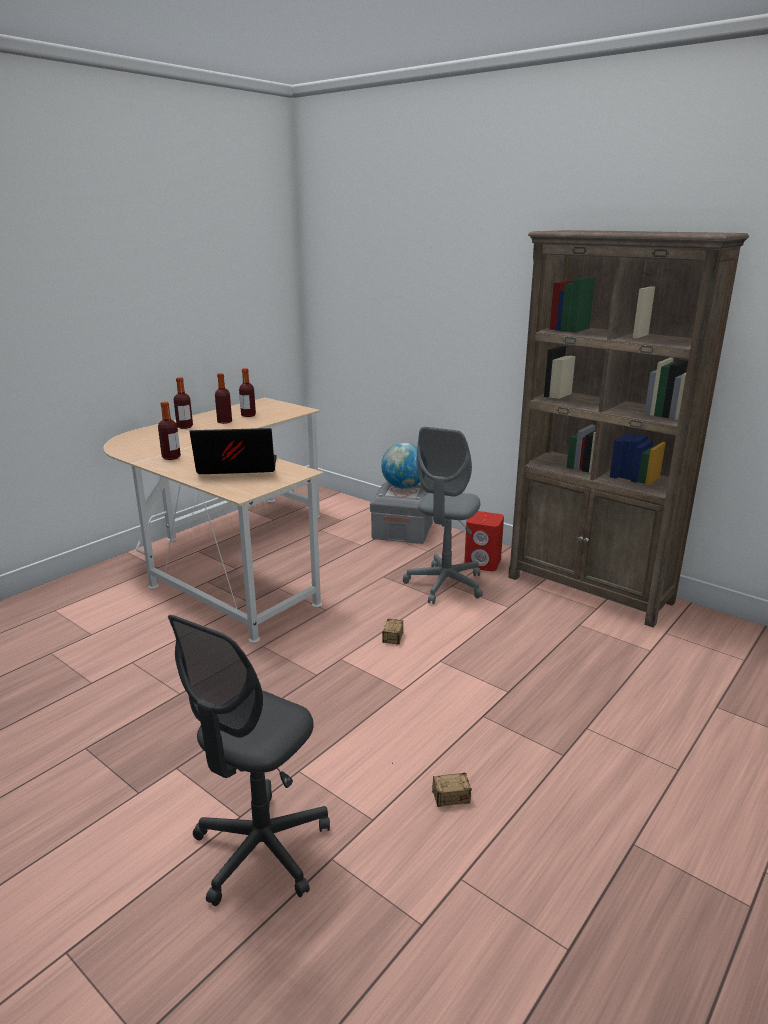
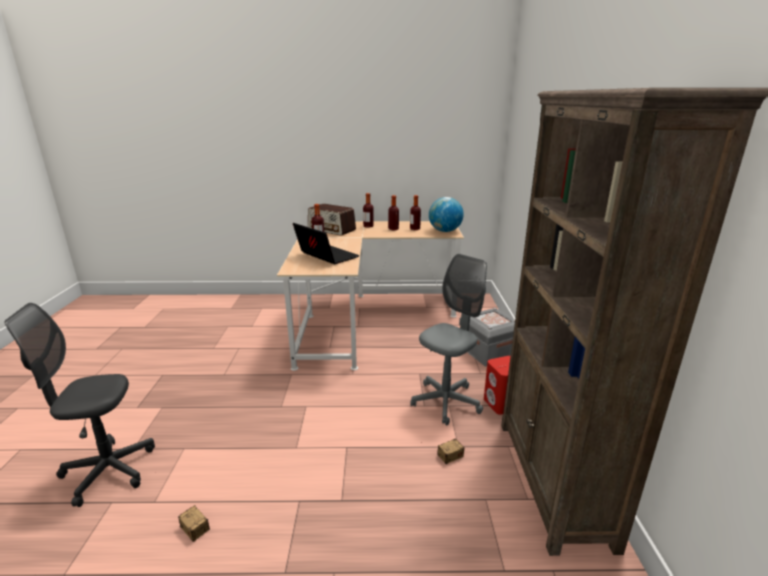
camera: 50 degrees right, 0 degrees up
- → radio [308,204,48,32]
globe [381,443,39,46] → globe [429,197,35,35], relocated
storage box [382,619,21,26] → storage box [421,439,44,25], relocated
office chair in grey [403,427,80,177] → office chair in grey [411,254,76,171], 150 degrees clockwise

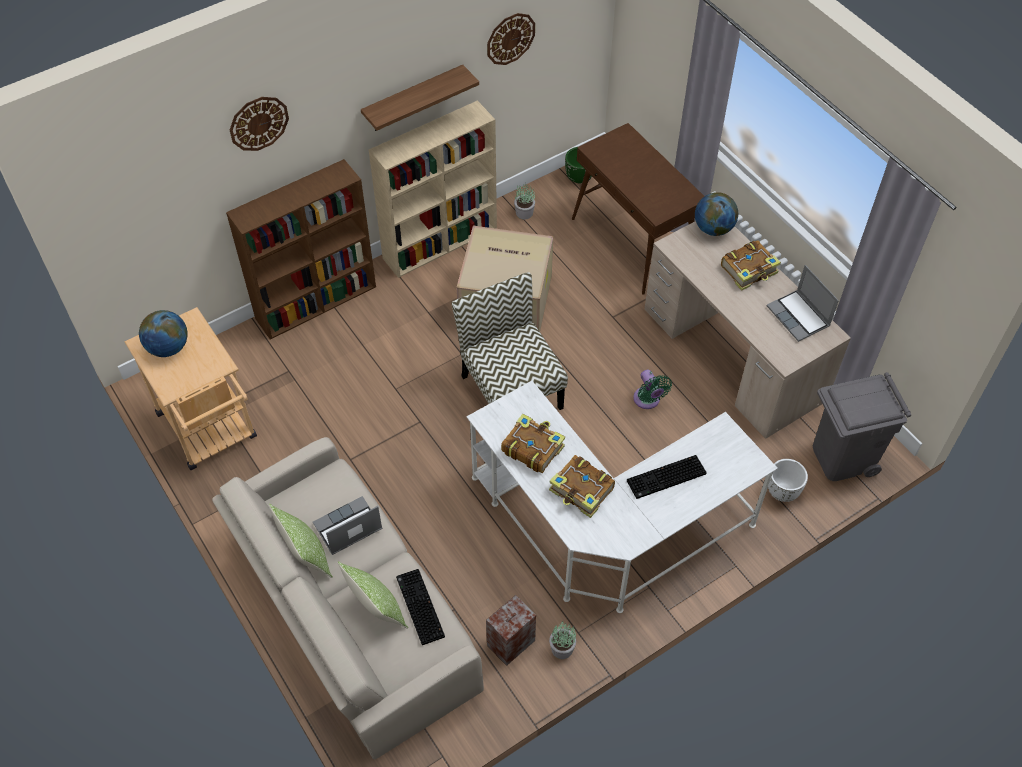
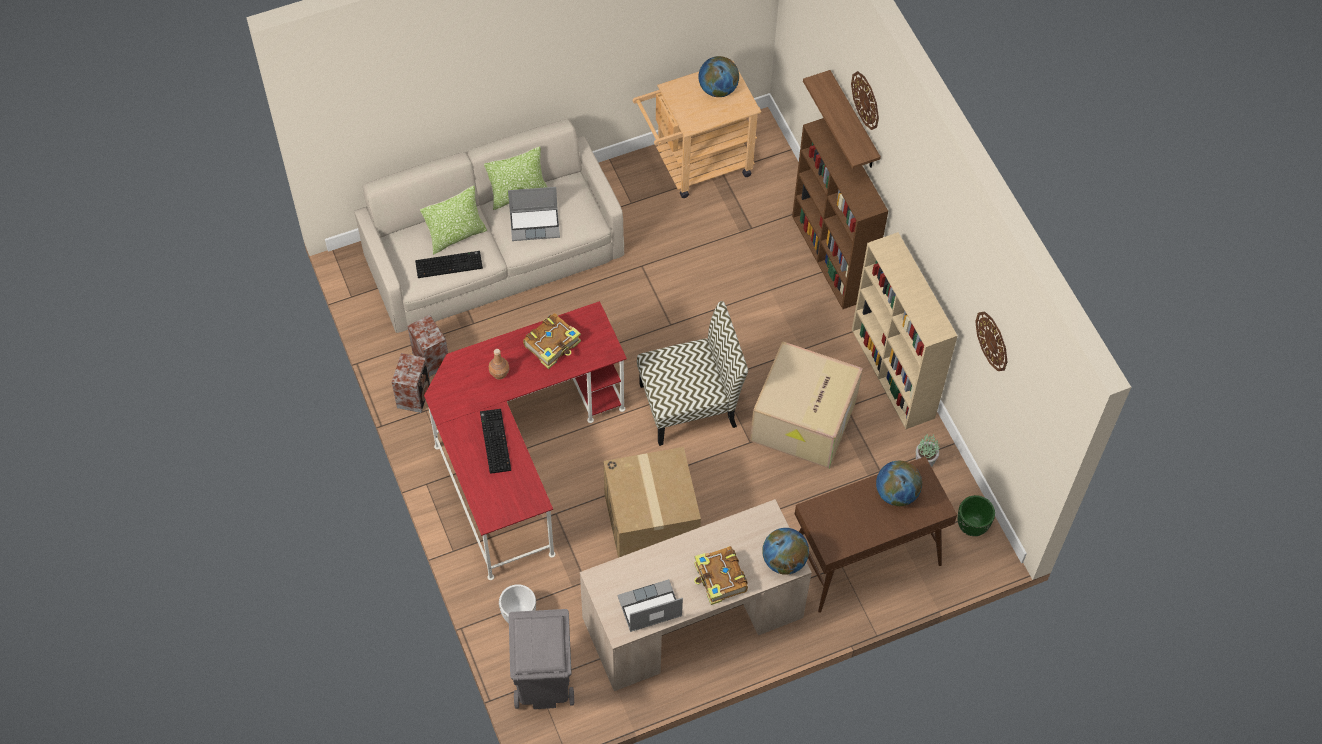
camera: 100 degrees right, 5 degrees up
- → globe [876,461,46,45]
shelf [361,64,118,67] → shelf [803,70,78,99], relocated
book [549,455,66,63] → bottle in brown [489,349,20,30]
potted plant [549,622,27,37] → speaker [392,353,38,60]
fan in green [633,370,39,39] → cardboard box [604,447,97,111]
desk in white [467,381,311,232] → desk in red [424,301,203,279]
laptop [313,496,69,59] → laptop [508,187,52,54], 105 degrees clockwise

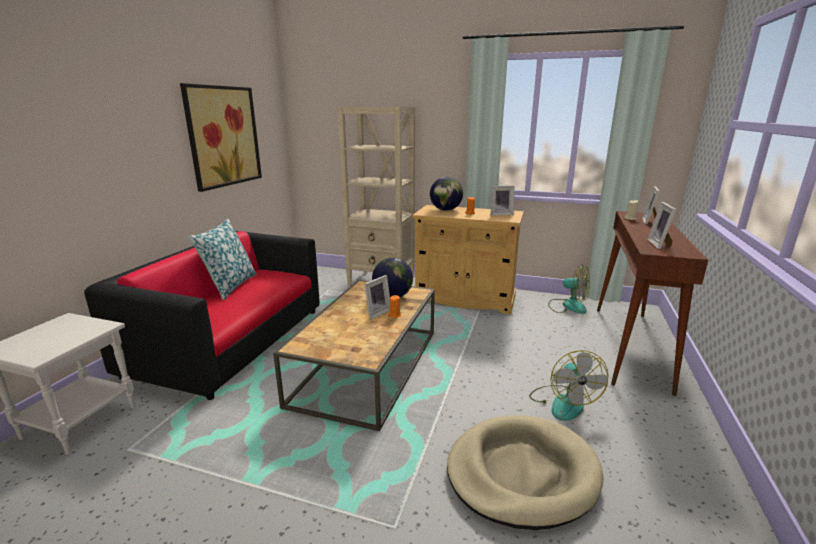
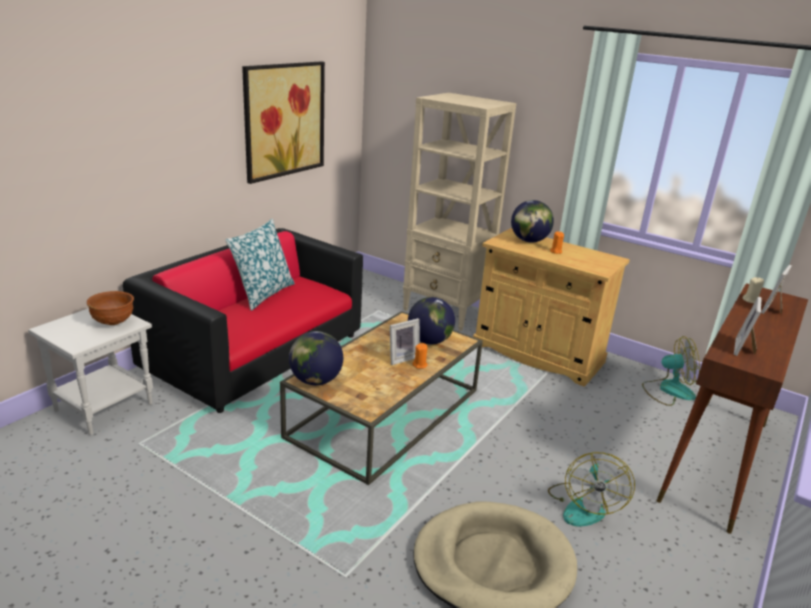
camera: 15 degrees right, 5 degrees up
picture frame [491,186,23,30] → -
- → bowl in brown [87,291,47,34]
- → globe [289,331,54,54]
fan [548,264,42,50] → fan [642,336,58,70], 45 degrees counterclockwise

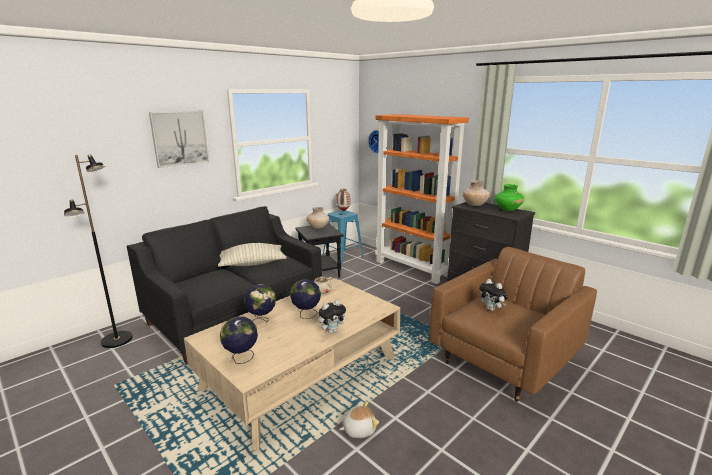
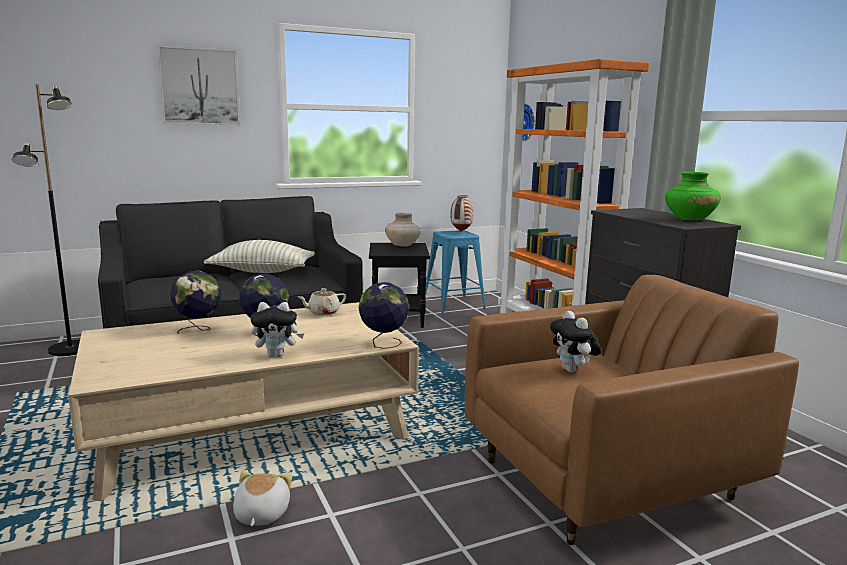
camera: 20 degrees right, 5 degrees down
vase in beige [462,180,28,26] → -
globe [220,316,38,48] → globe [359,282,50,67], relocated
plush toy [339,401,40,37] → plush toy [233,471,59,55], 90 degrees counterclockwise

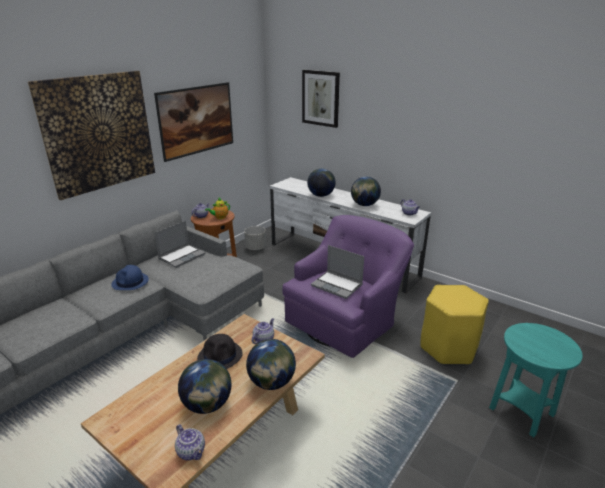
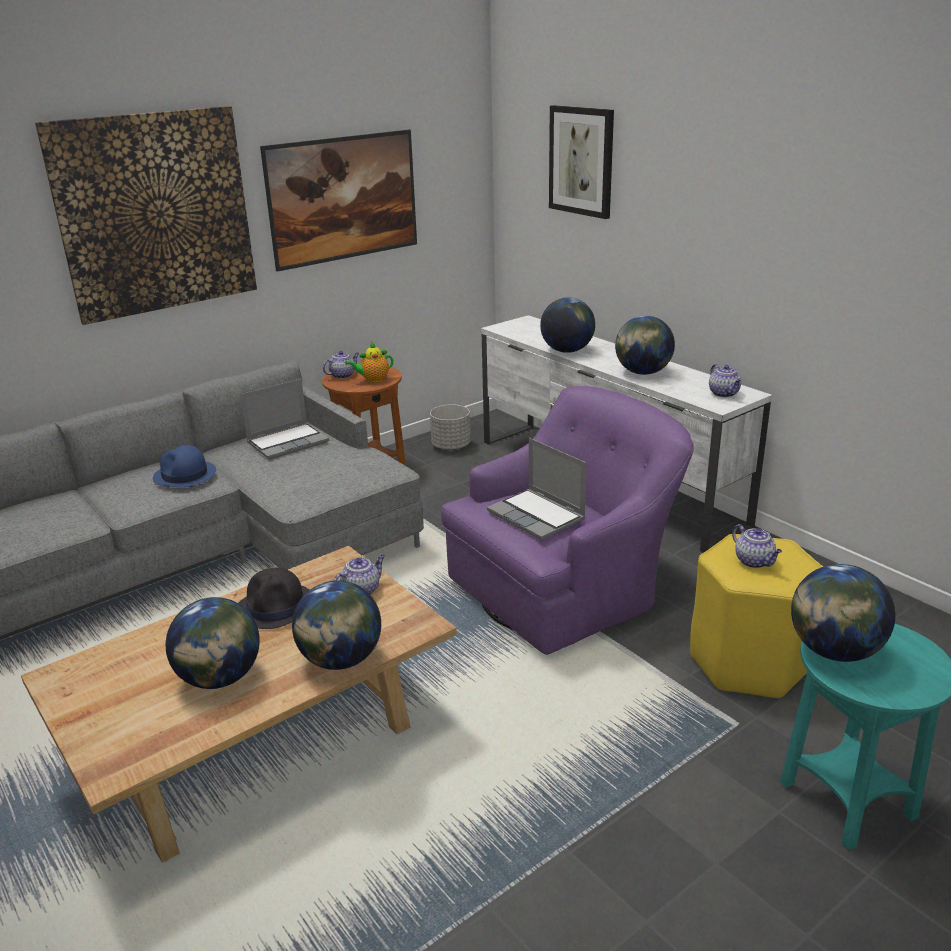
camera: 15 degrees right, 0 degrees up
- → globe [791,564,104,98]
teapot [175,424,30,36] → teapot [732,524,50,44], relocated

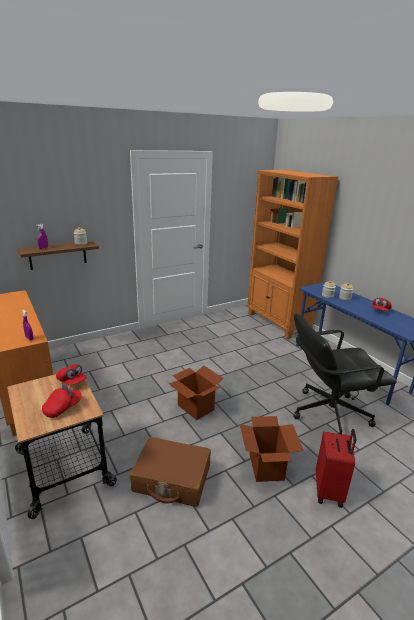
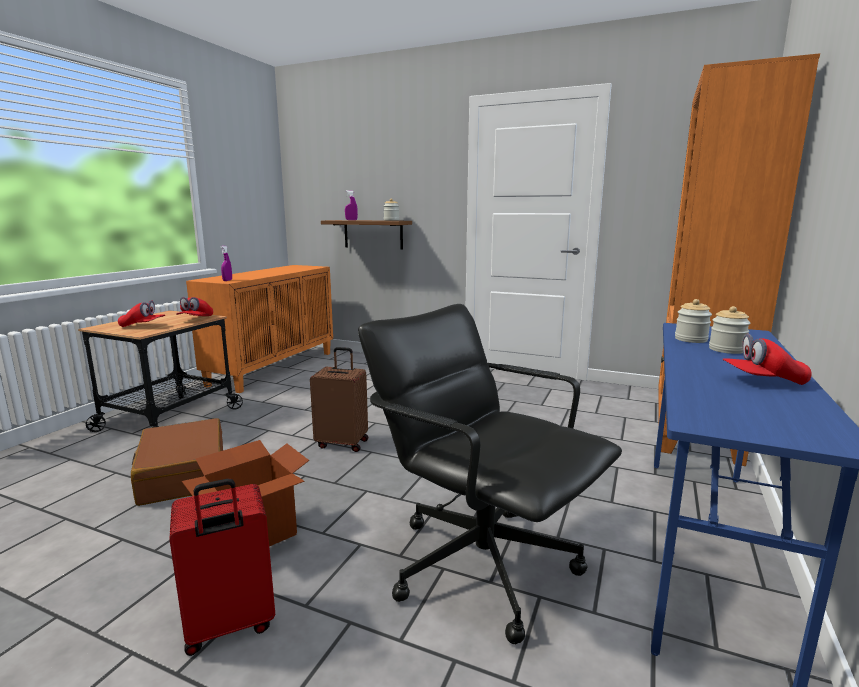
camera: 55 degrees right, 10 degrees down
cardboard box [169,366,55,54] → suitcase in brown [310,347,58,105]

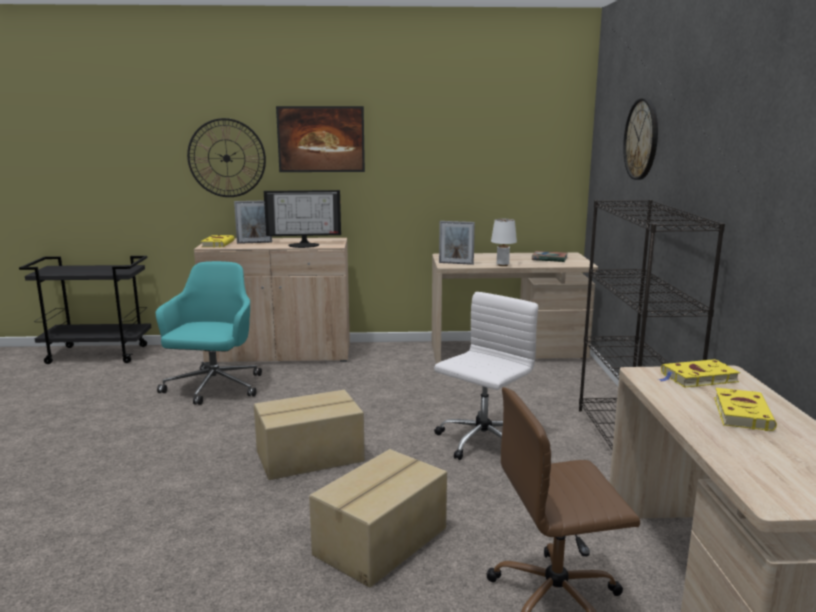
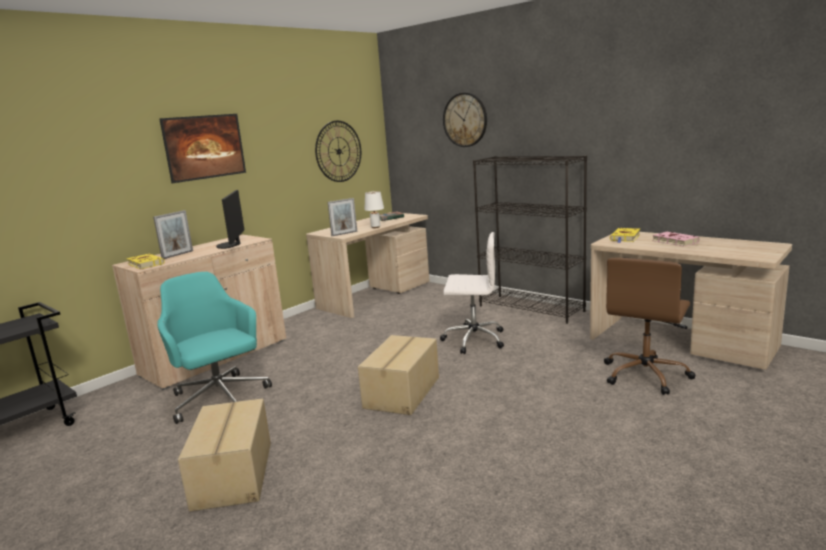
camera: 45 degrees left, 0 degrees up
wall clock [187,118,79,79] → wall clock [315,121,46,61], relocated
cardboard box [309,449,138,139] → cardboard box [178,398,93,113], relocated
book in yellow [714,388,63,43] → book in pink [652,232,48,15]
monitor [264,190,77,58] → monitor [216,190,28,59], 135 degrees clockwise
office chair in white [434,292,104,168] → office chair in white [440,232,64,122], 105 degrees clockwise

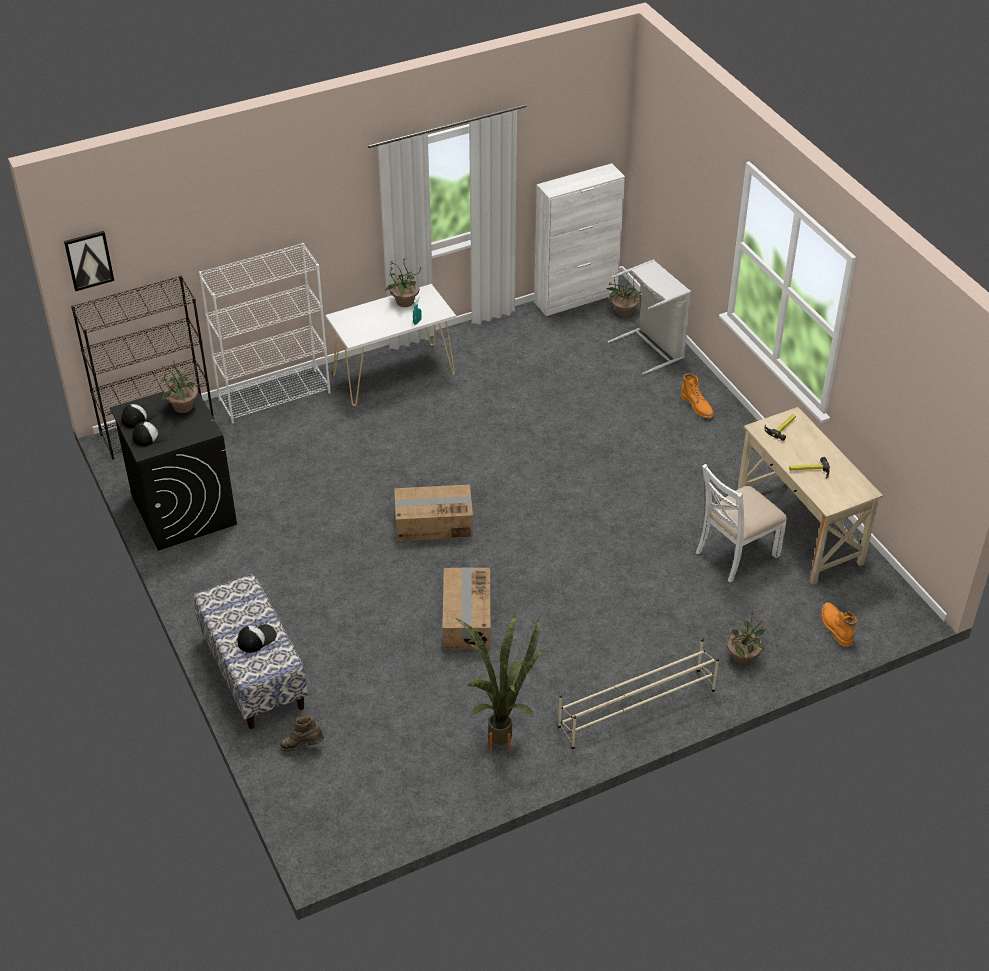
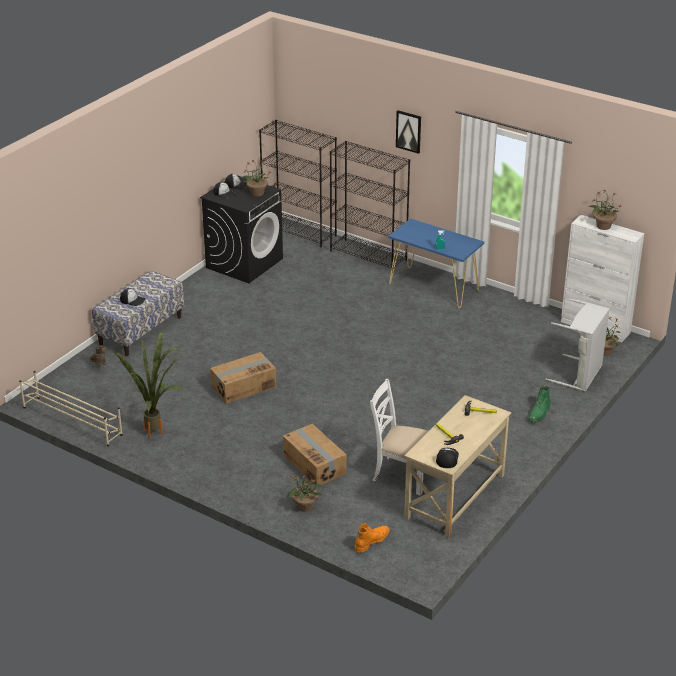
camera: 60 degrees right, 10 degrees down
- → cap [436,448,23,20]
picture [64,231,50,60] → picture [396,110,25,44], relocated
potted plant [385,257,38,50] → potted plant [588,190,34,40], relocated
cardboard box [394,484,79,57] → cardboard box [283,424,64,61], relocated
shoe rack in beige [558,638,161,111] → shoe rack in beige [20,371,103,75], relocated
bookcase in white [199,243,131,181] → bookcase in black [330,141,80,131]
console table in white [326,284,130,122] → console table in blue [388,219,96,89]
boot in orange [681,374,33,45] → boot in green [528,385,22,37]

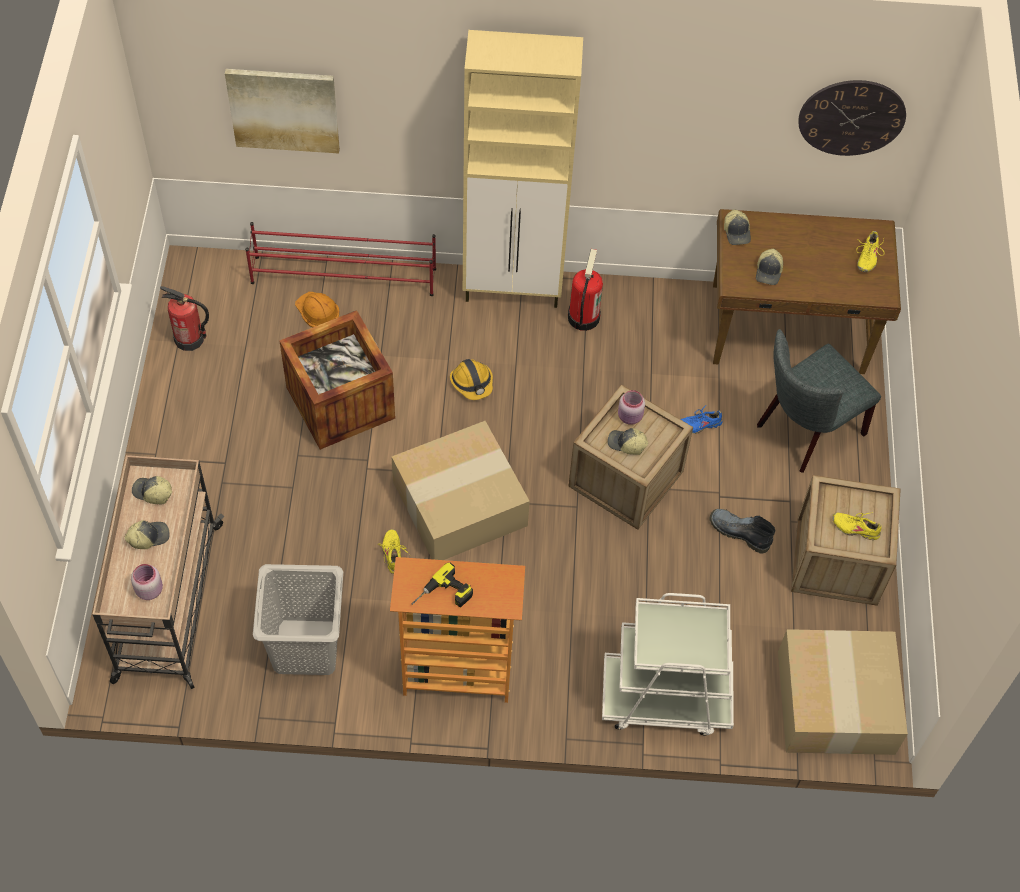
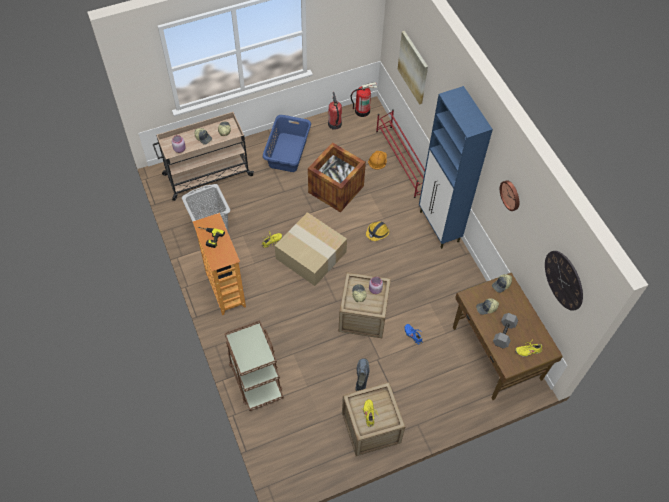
camera: 65 degrees right, 0 degrees up
chair in grey [757,329,124,144] → -
cardboard box [778,629,130,126] → -
- → laundry basket in blue [263,115,48,57]
- → dumbbell in grey [493,313,25,35]
- → wall clock [500,180,19,31]
fire extinguisher [568,249,35,82] → fire extinguisher [351,82,26,35], relocated
cabinet in beige [463,30,120,278] → cabinet in blue [419,86,74,163]
cart in white [602,593,132,143] → cart in brown [225,320,58,91]

